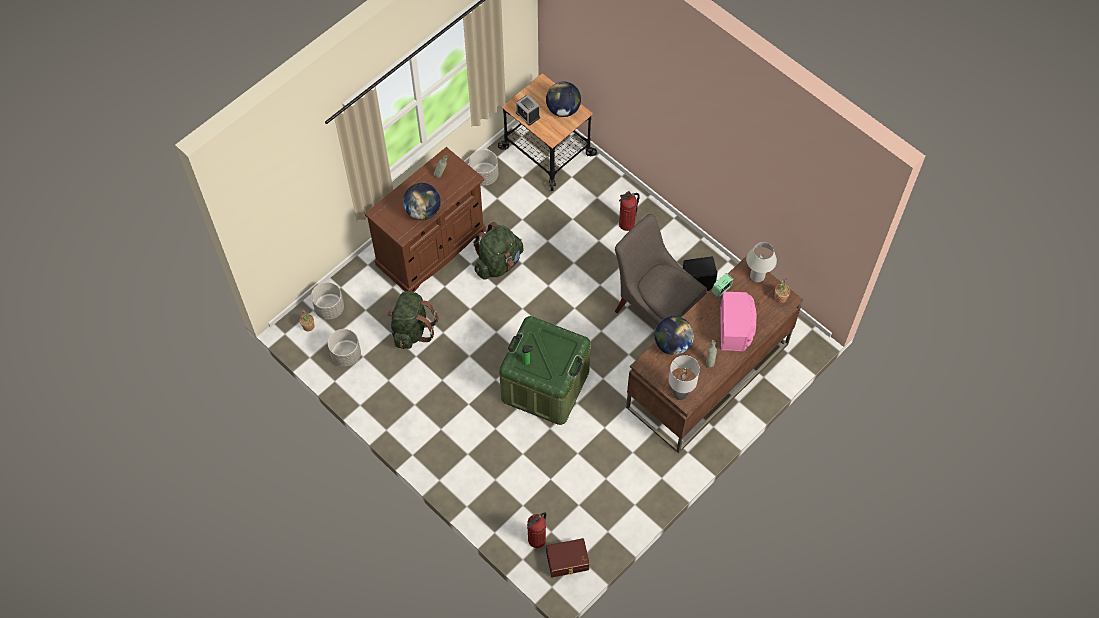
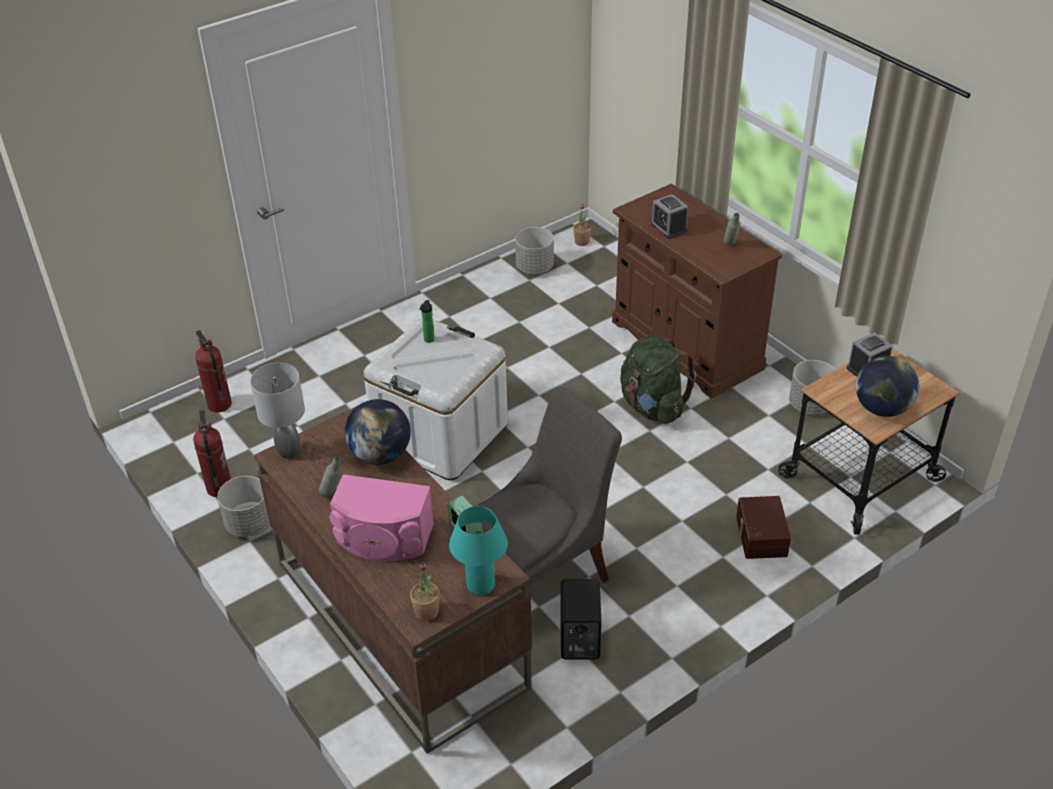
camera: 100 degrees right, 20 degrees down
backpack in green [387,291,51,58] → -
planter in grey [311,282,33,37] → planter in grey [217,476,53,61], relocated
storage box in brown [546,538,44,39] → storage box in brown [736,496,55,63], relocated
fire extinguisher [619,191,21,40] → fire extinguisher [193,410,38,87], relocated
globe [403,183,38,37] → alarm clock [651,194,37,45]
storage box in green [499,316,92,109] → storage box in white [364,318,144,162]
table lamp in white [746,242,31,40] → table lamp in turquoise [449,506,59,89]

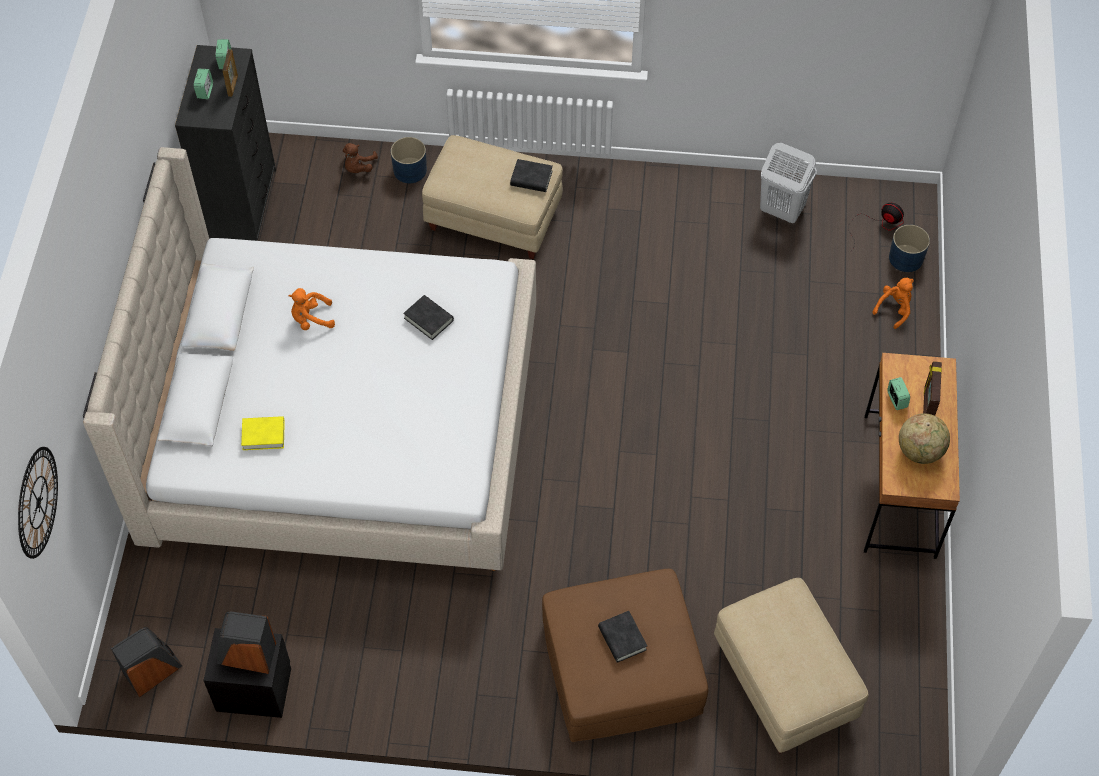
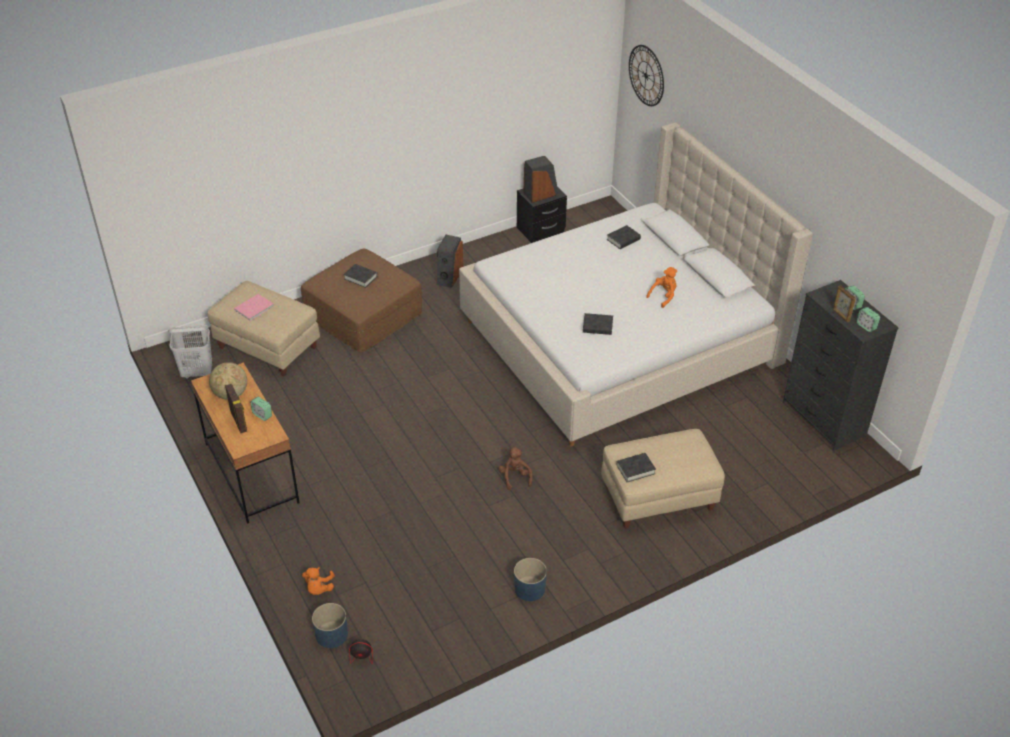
camera: 145 degrees right, 15 degrees down
- → book in pink [234,294,40,27]
speaker [111,627,71,70] → speaker [436,235,27,53], relocated
plush toy in brown [343,143,35,30] → plush toy in brown [499,447,34,43], relocated
planter in blue [391,137,36,46] → planter in blue [514,558,33,43], relocated
laundry basket in white [760,143,57,80] → laundry basket in white [168,325,44,54], relocated
book in yellow [241,416,44,34] → book in black [607,225,34,24]

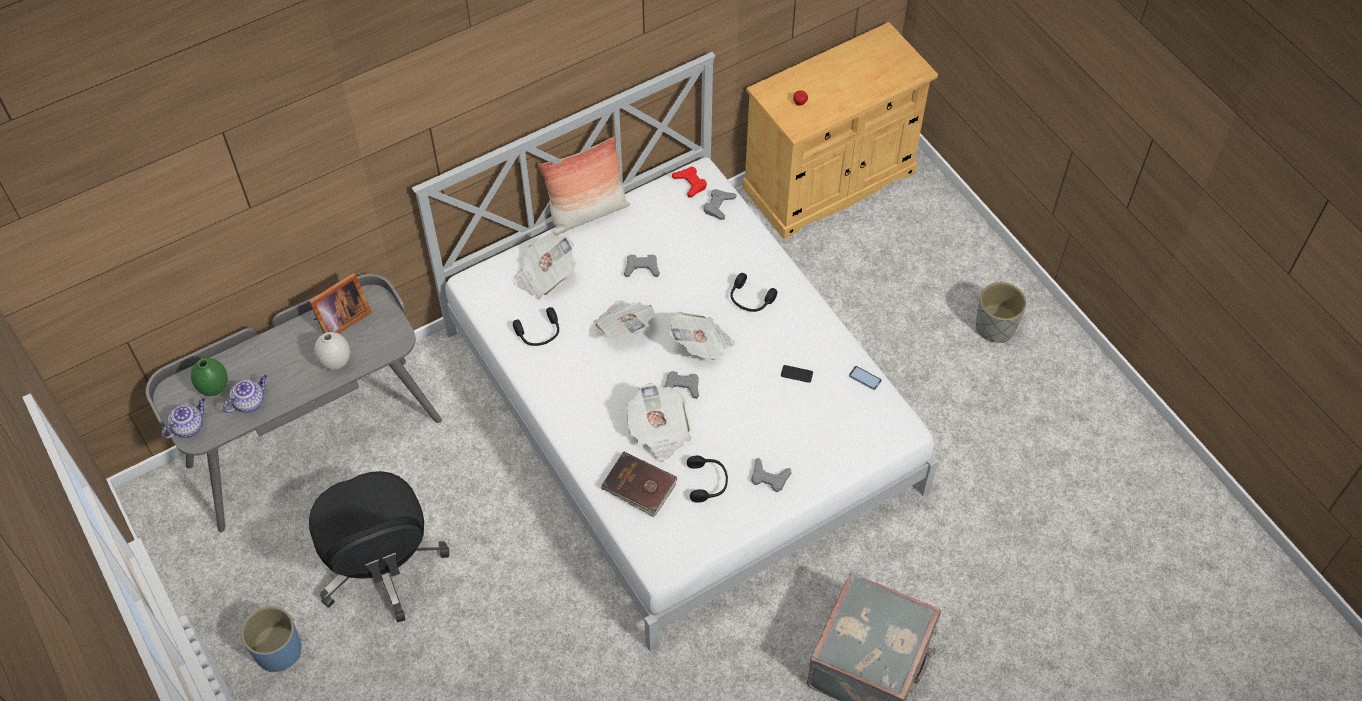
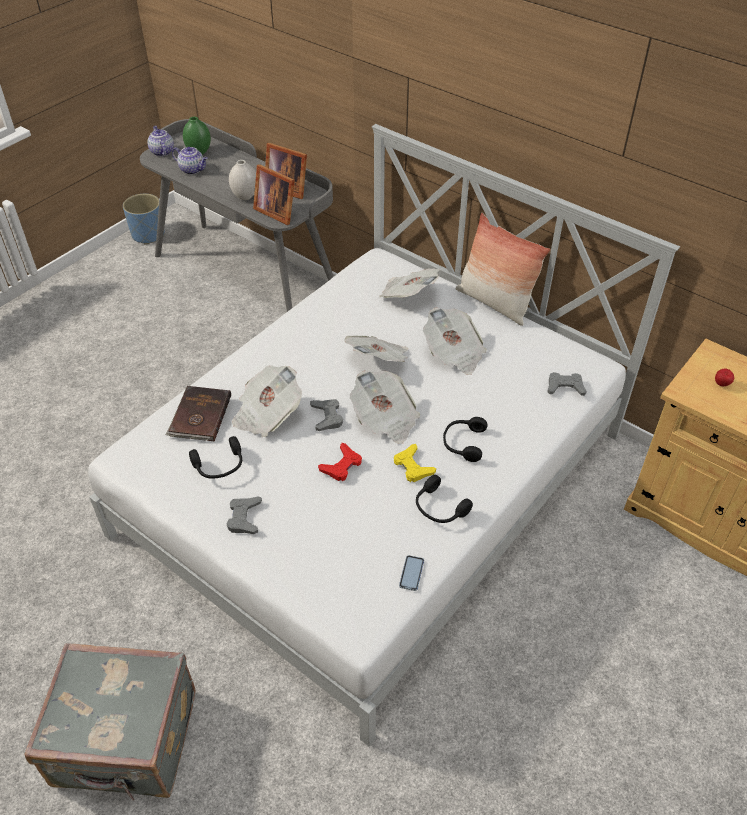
camera: 70 degrees right, 10 degrees down
office chair in black [309,471,140,151] → -
phone [781,365,32,18] → -
planter in grey [976,282,50,61] → -
- → picture frame [253,164,42,61]
- → game controller in yellow [394,444,42,38]
planter in blue [241,606,60,66] → planter in blue [123,194,42,51], relocated
headphones in black [513,307,46,39] → headphones in black [416,475,57,48], relocated
game controller in red [672,166,35,31] → game controller in red [318,443,44,38], relocated
game controller in grey [624,254,36,23] → newspaper [423,307,64,68]
teapot [162,398,43,41] → teapot [147,126,27,30], 135 degrees counterclockwise

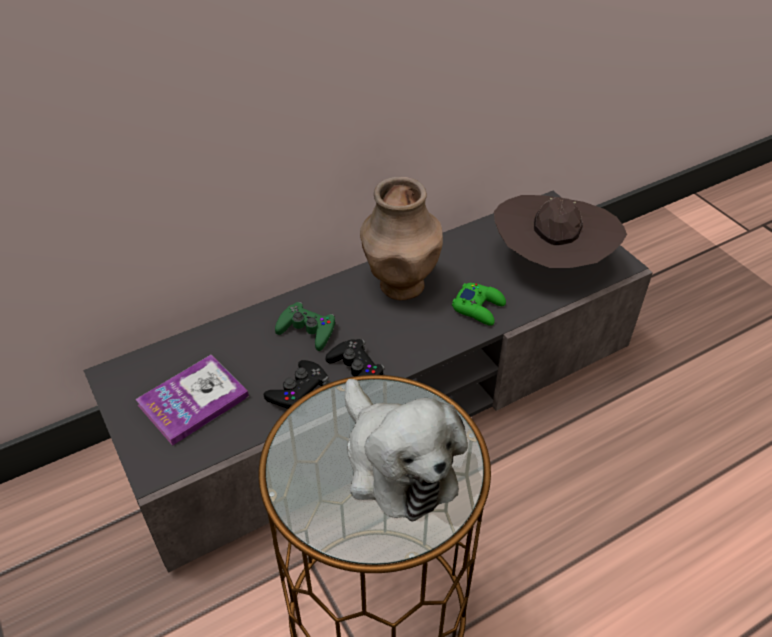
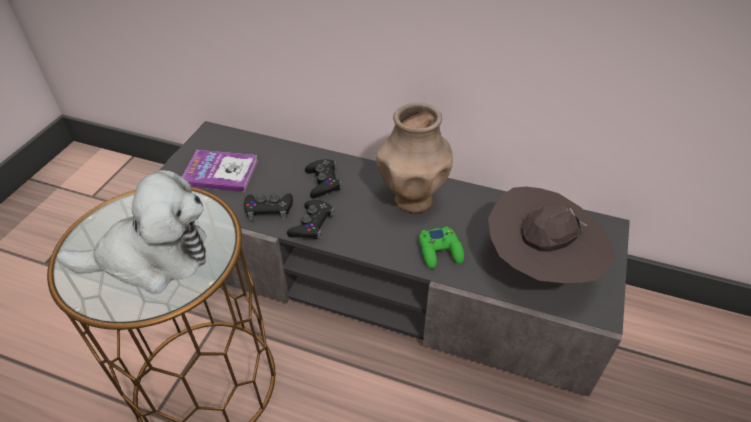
camera: 50 degrees right, 0 degrees up
game controller in green [275,302,60,49] → game controller in black [305,159,37,39]
plush toy [345,379,123,143] → plush toy [57,170,149,124], 120 degrees counterclockwise

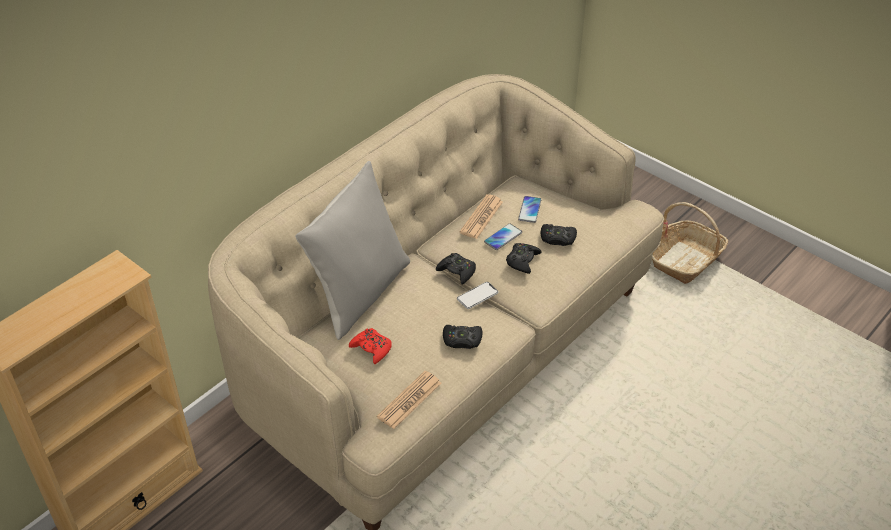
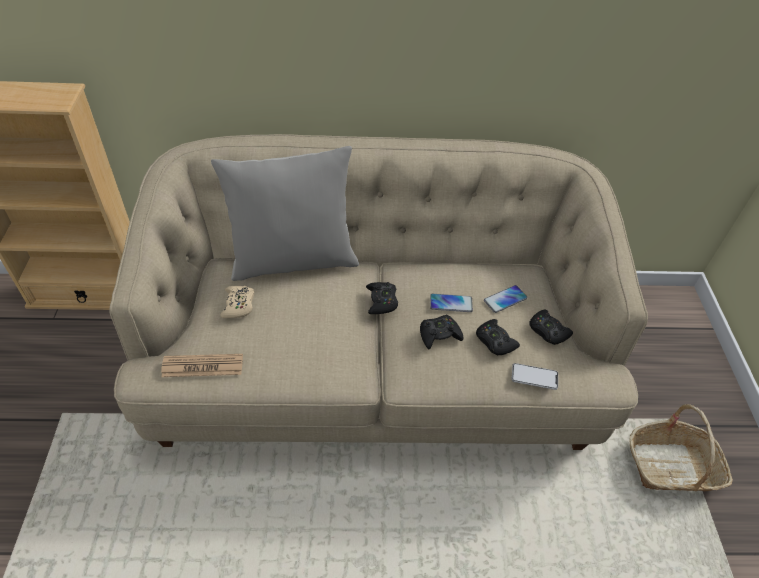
camera: 45 degrees right, 5 degrees up
newspaper [460,194,43,45] → -
game controller in black [443,325,39,24] → game controller in black [529,309,44,36], relocated
phone [457,282,42,27] → phone [511,363,47,27], relocated
game controller in red [349,328,43,36] → game controller in beige [221,286,33,32]

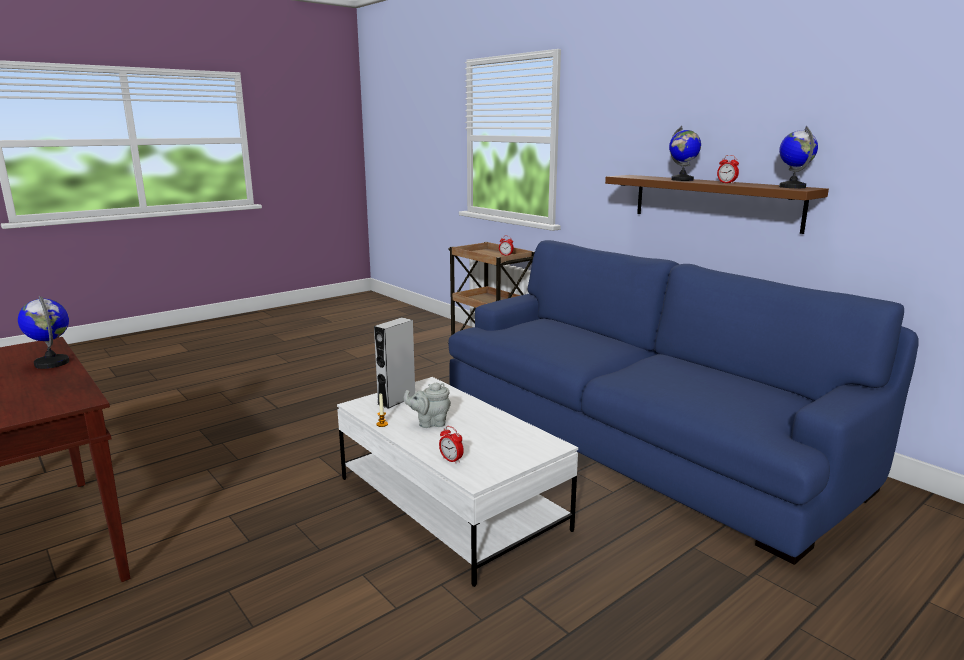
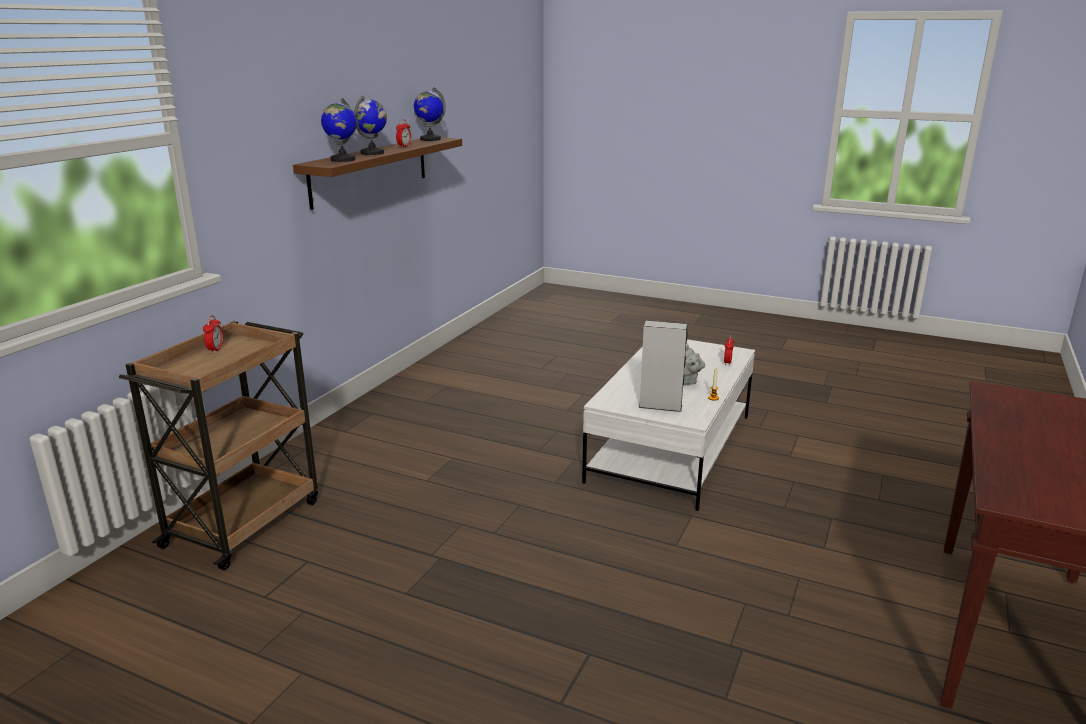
camera: 115 degrees left, 5 degrees up
sofa in blue [448,240,471,325] → -
globe [18,296,51,73] → globe [321,98,36,64], relocated

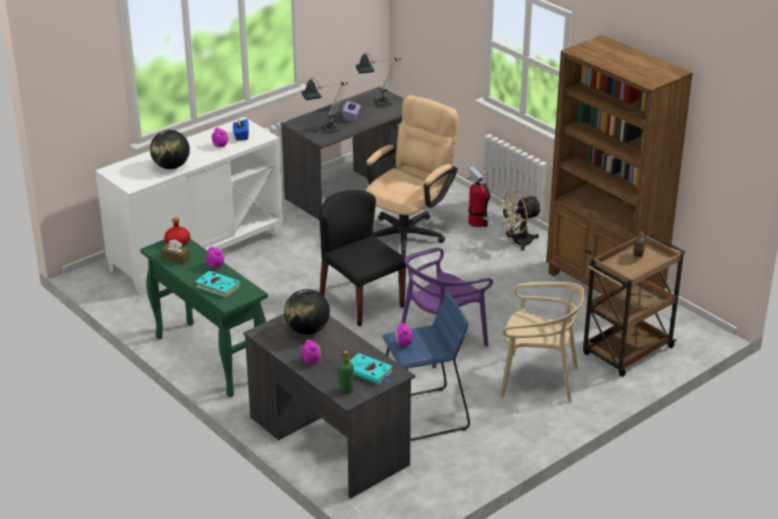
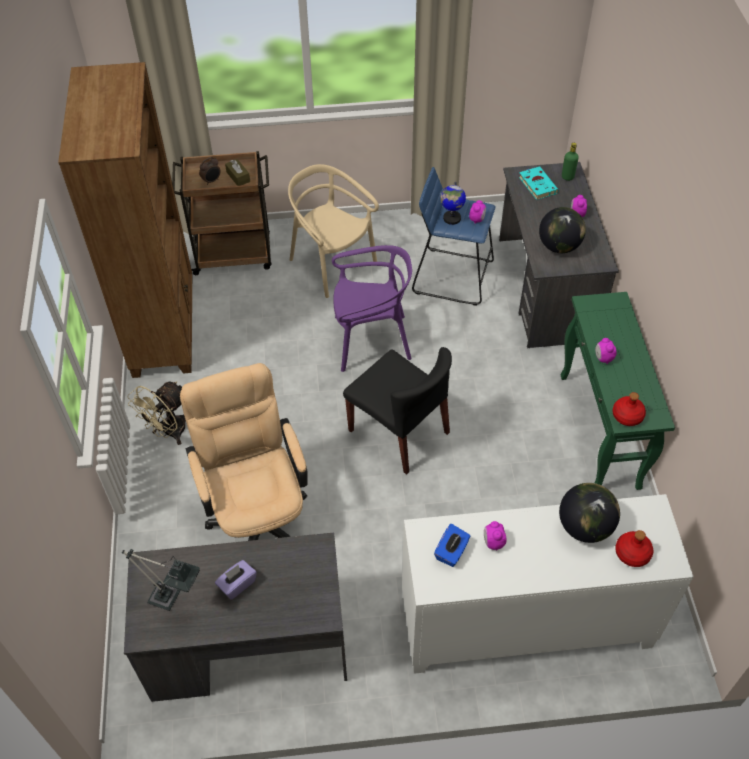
camera: 145 degrees left, 20 degrees up
book in turquoise [195,271,46,27] → -
table lamp [301,78,47,55] → -
fire extinguisher [467,166,23,61] → -
- → globe [440,181,26,44]
- → bottle in red [615,530,38,37]
tissue box in brown [160,239,30,26] → tissue box in brown [225,159,25,27], relocated
chair in black [320,190,86,136] → chair in black [343,347,109,128], 45 degrees counterclockwise
office chair in beige [366,95,93,162] → office chair in beige [180,363,128,178], 90 degrees clockwise
fan in beige [496,189,46,62] → fan in beige [128,381,58,64], 120 degrees clockwise

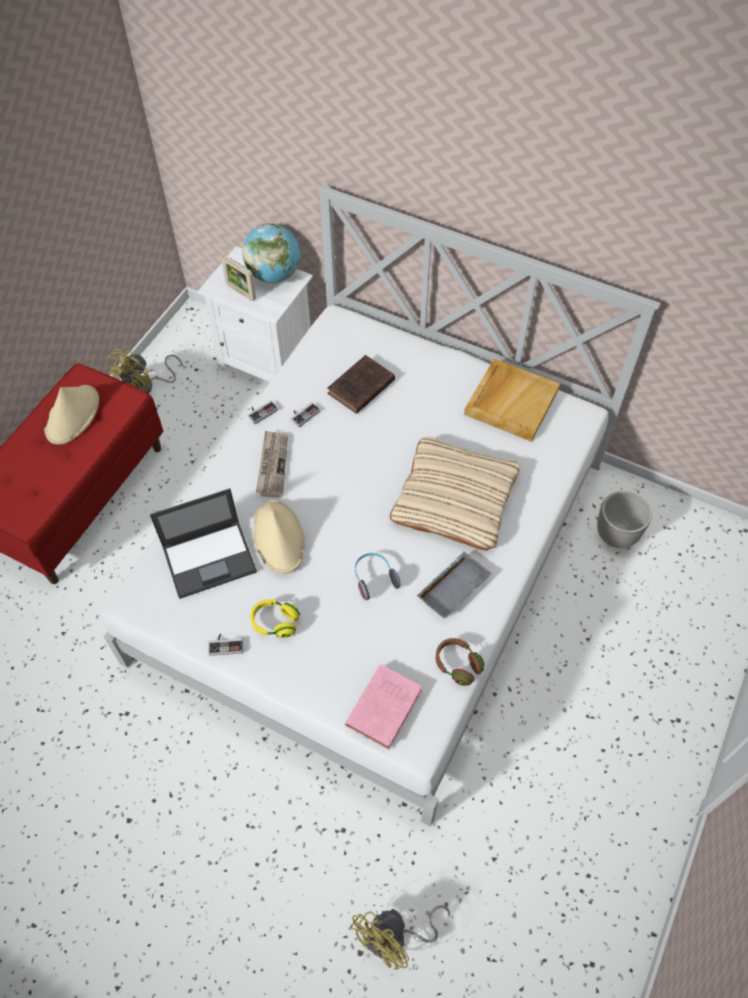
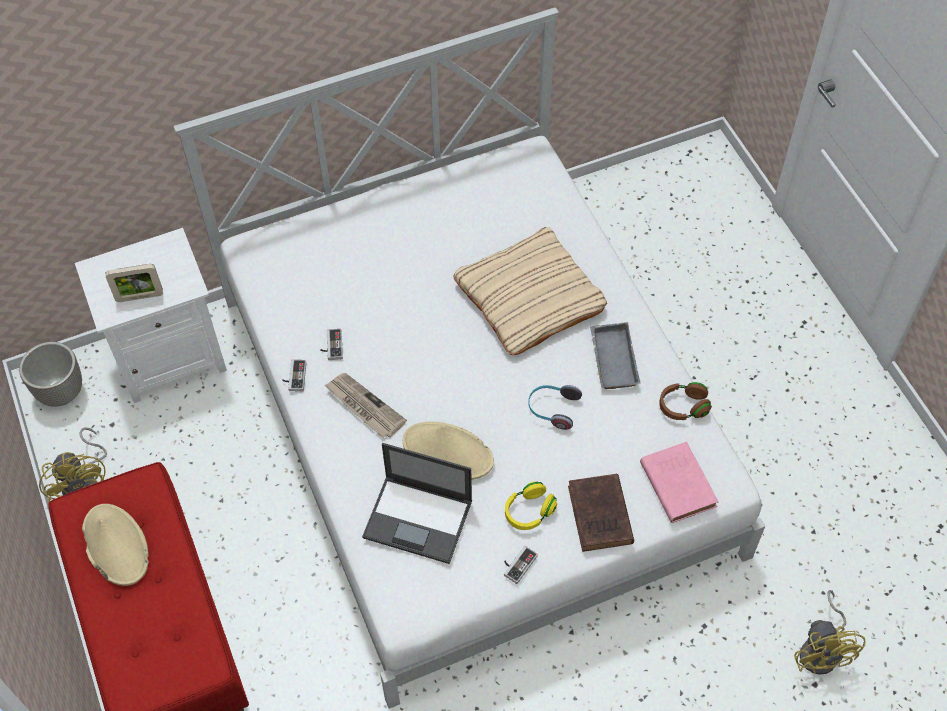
camera: 50 degrees left, 0 degrees up
globe [242,223,58,60] → -
tray in beige [464,358,96,84] → -
book in brown [328,355,67,59] → book in brown [568,474,66,78], relocated
planter [597,491,55,57] → planter [19,342,63,65], relocated
laptop [150,488,107,111] → laptop [362,443,110,121], 90 degrees clockwise

